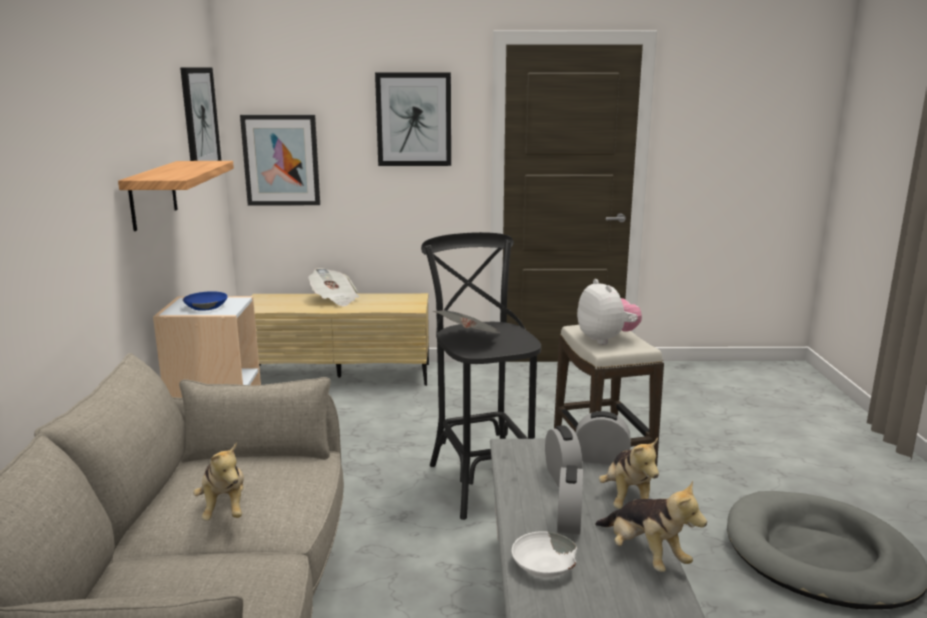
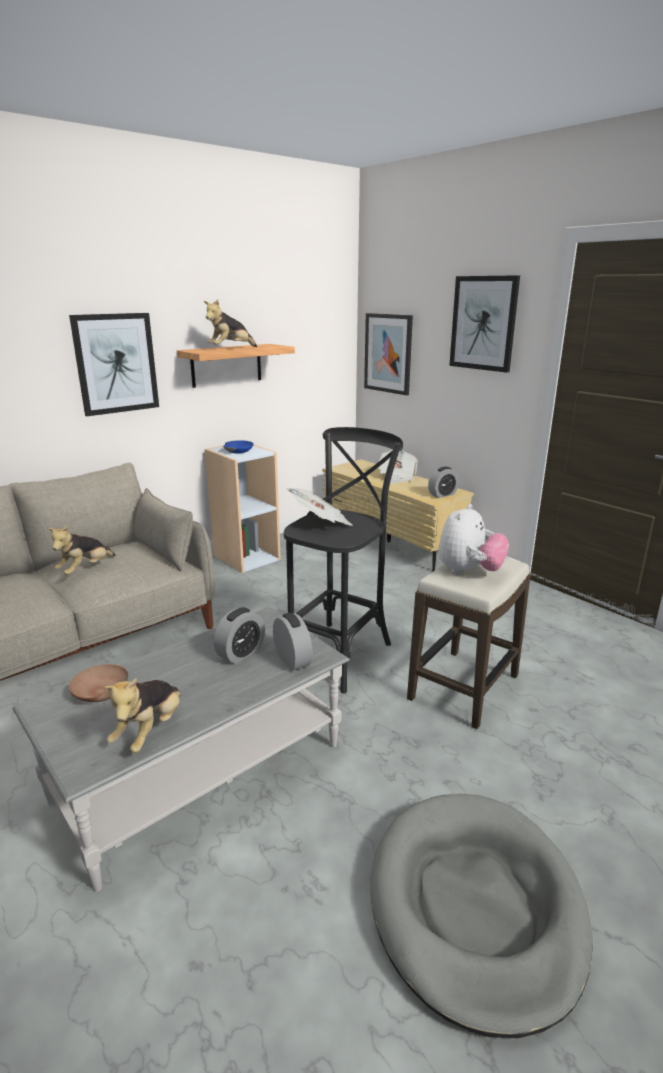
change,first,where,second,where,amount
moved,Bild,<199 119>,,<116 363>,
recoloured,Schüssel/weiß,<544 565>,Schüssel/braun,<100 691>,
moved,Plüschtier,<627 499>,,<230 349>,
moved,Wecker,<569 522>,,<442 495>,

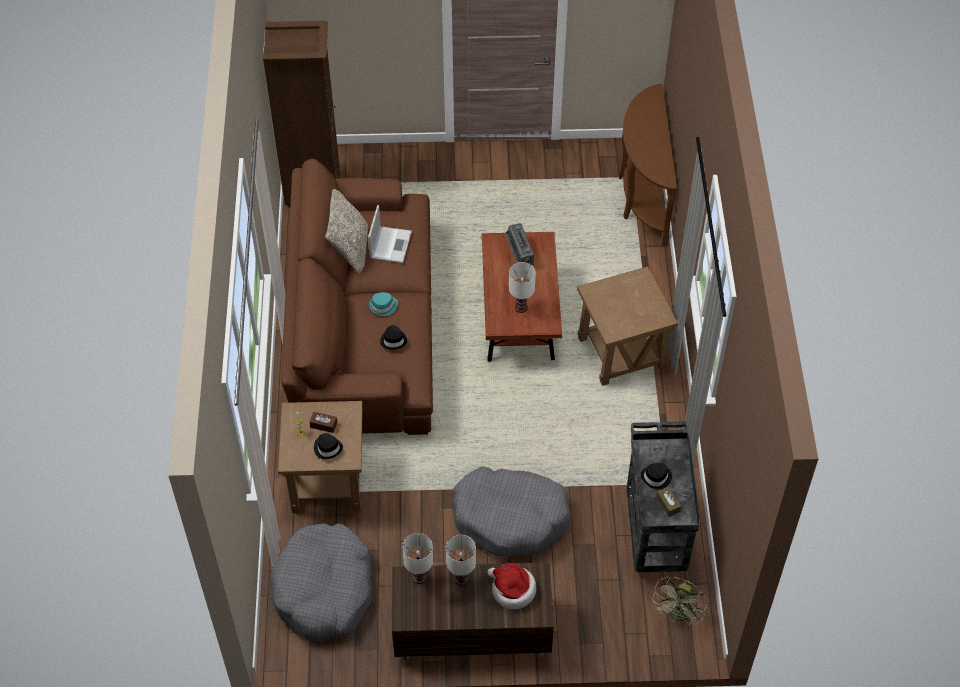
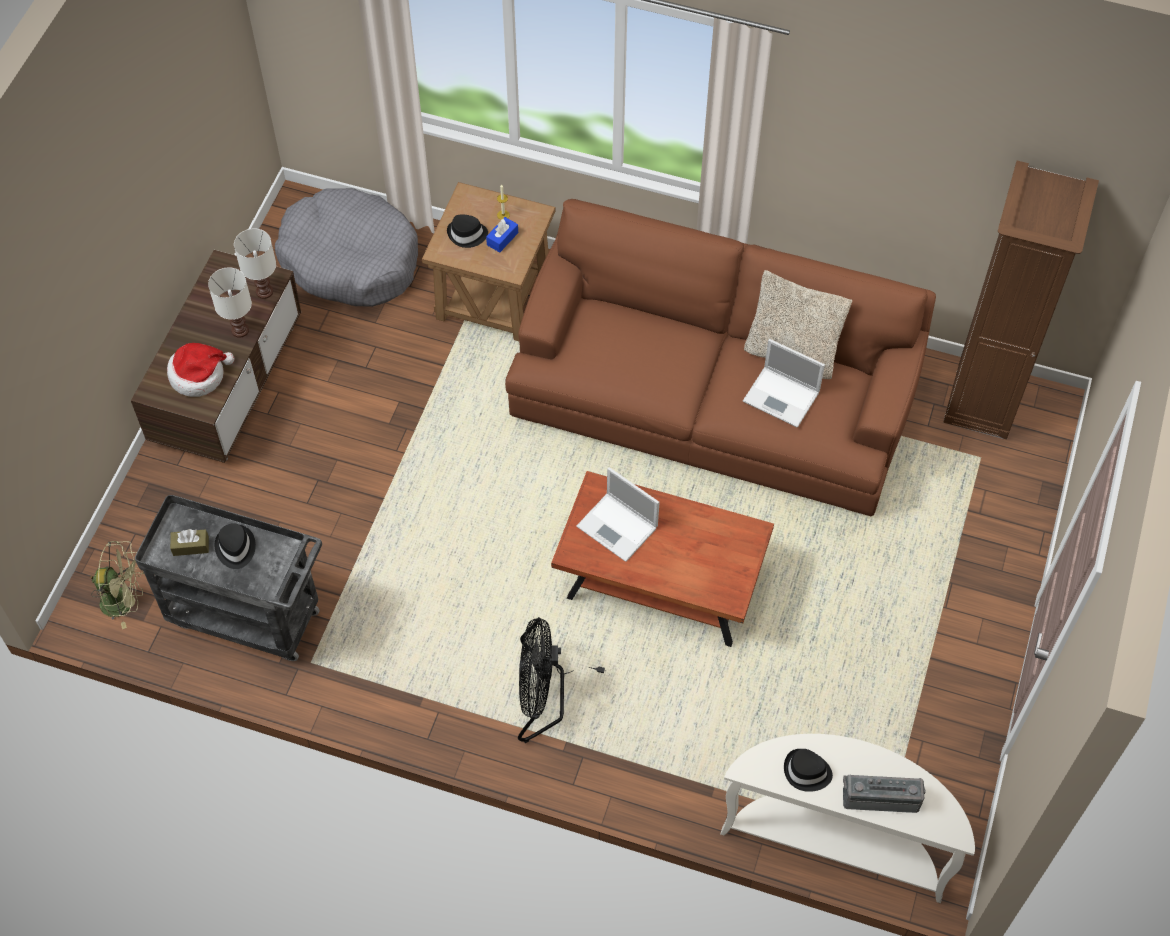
change,first,where,second,where,amount
turned,Ventilator/grün,<679 615>,,<125 601>,135 degrees clockwise
recoloured,Taschentuchbox/braun,<323 425>,Taschentuchbox/blau,<502 239>,
replaced,Beistelltisch/braun,<621 351>,Ventilator/schwarz,<547 691>,
replaced,Tischlampe/weiß,<520 307>,Laptop,<618 527>,
recoloured,Konsolentisch/braun,<642 196>,Konsolentisch/weiß,<837 840>,
moved,Hut/schwarz,<393 340>,,<807 772>,
moved,Radio,<518 254>,,<880 796>,
removed,Hut/türkis,<383 306>,,,
removed,Hundebett/grau,<510 518>,,,

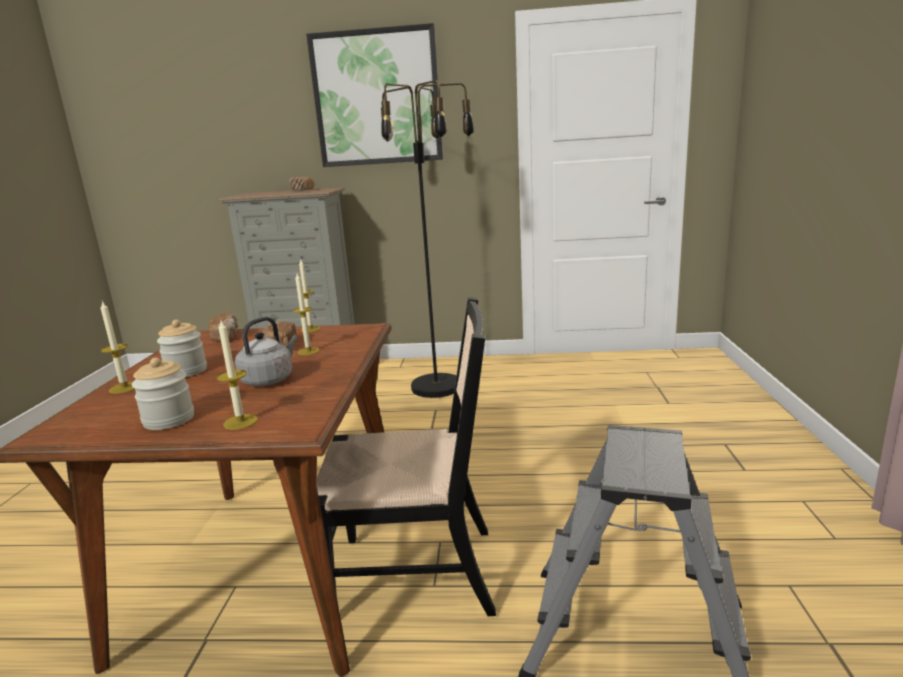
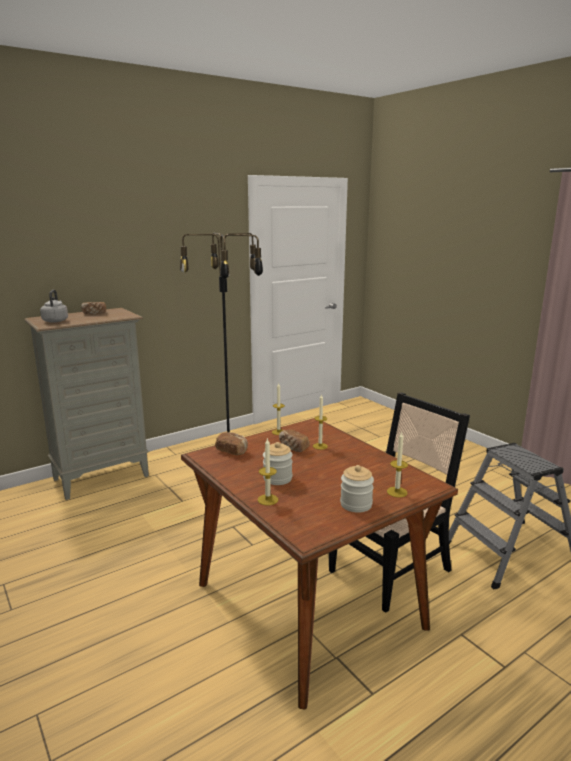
change,first,where,second,where,amount
moved,Wasserkessel/grau,<269 379>,,<56 320>,
removed,Bild,<377 98>,,,

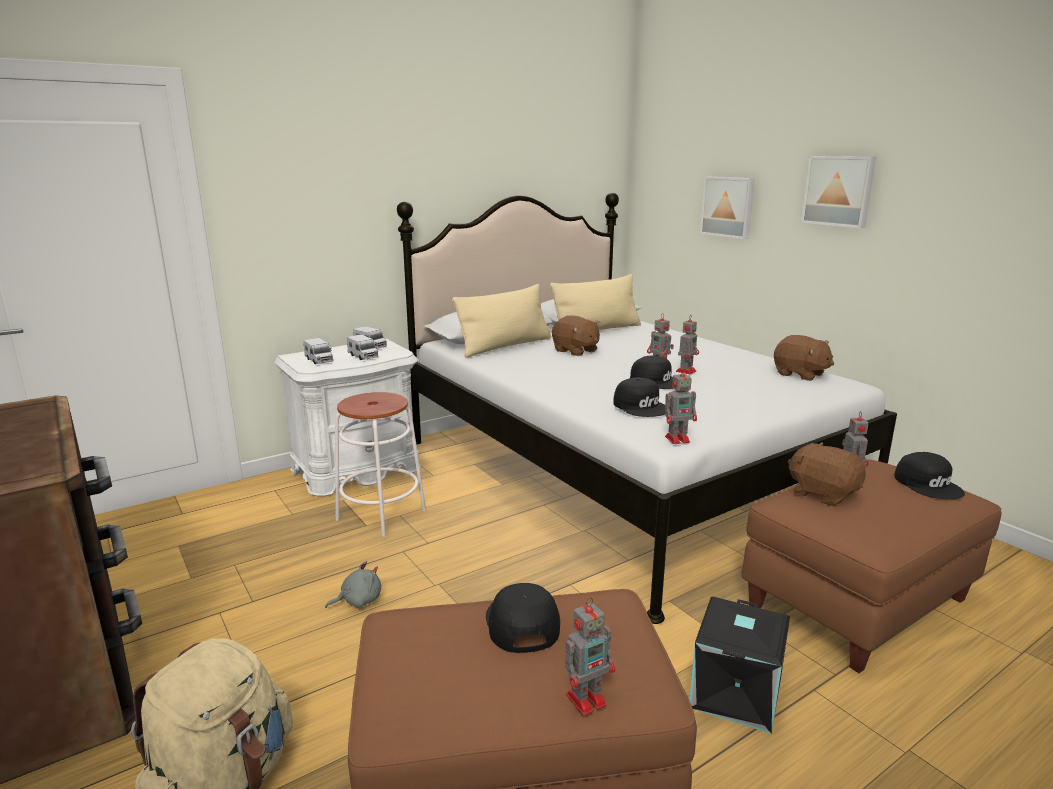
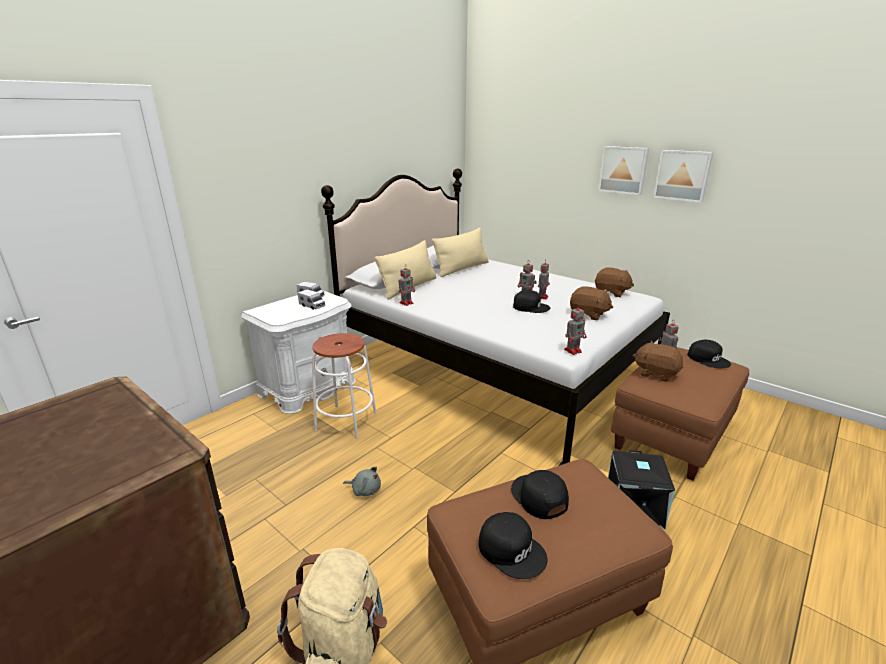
change,first,where,second,where,amount
turned,Plüschtier/grau,<358 600>,,<365 490>,60 degrees clockwise
moved,Spielzeugroboter,<587 699>,,<407 303>,
moved,Kappe/schwarz,<641 406>,,<512 550>,
moved,Plüschtier/braun,<575 351>,,<588 315>,
moved,Bild,<728 207>,,<682 175>,
removed,Spielzeuglaster,<319 360>,,,

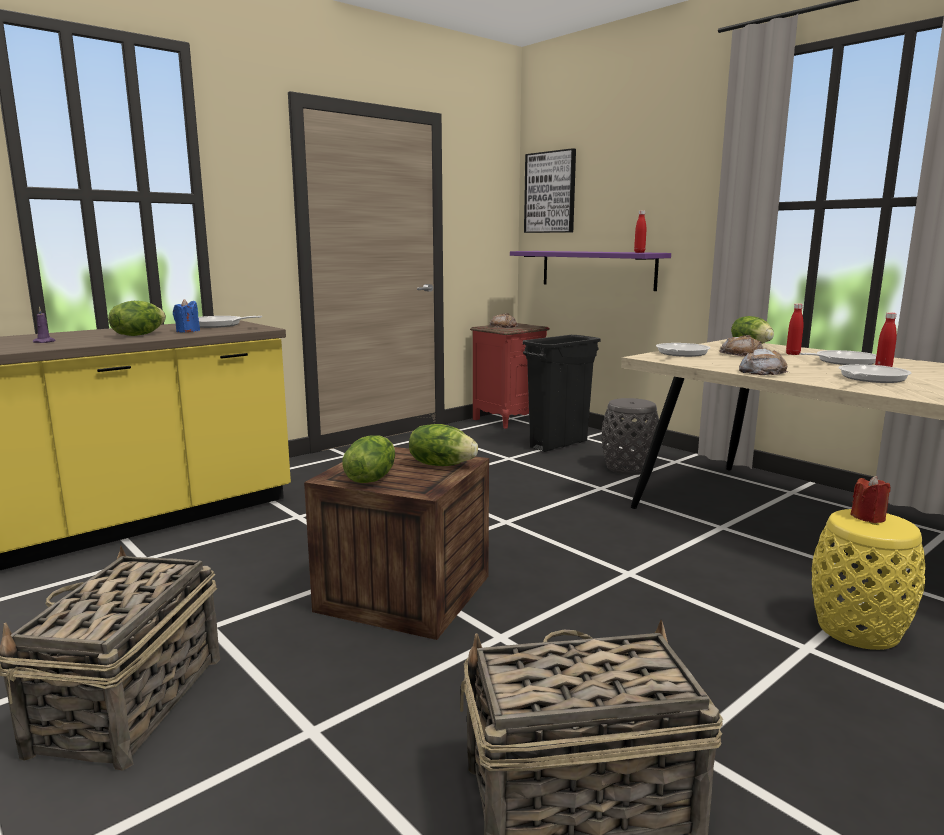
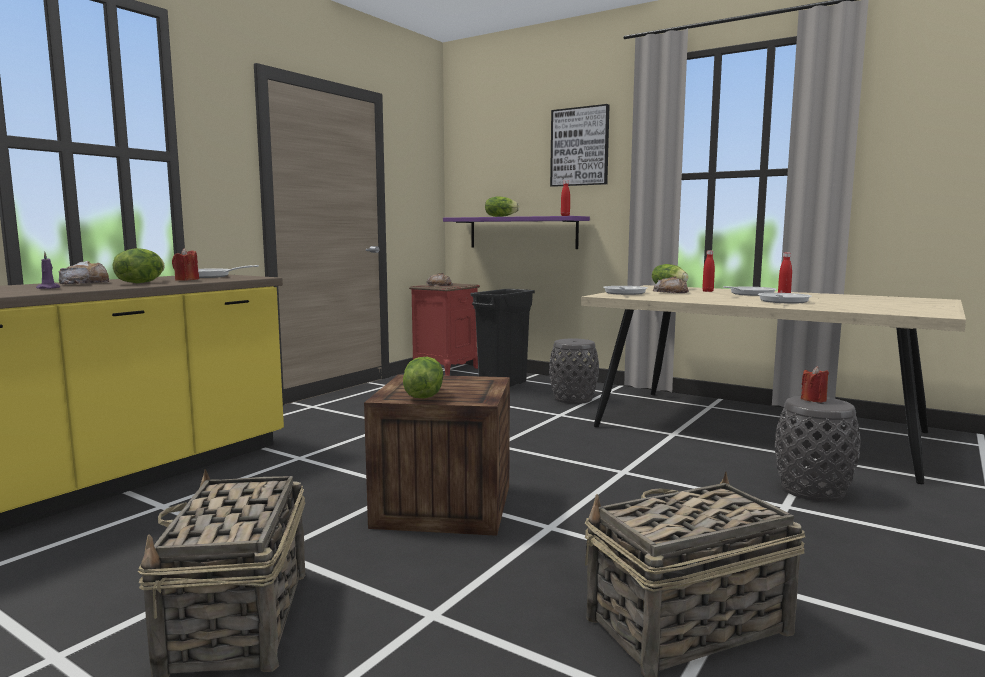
change,first,where,second,where,amount
moved,Brot,<762 371>,,<85 283>,
recoloured,Kerze/blau,<187 331>,Kerze/rot,<186 280>,
moved,Salatkopf,<441 464>,,<500 216>,
moved,Bild,<550 192>,,<580 147>,
recoloured,Hocker/gelb,<857 630>,Hocker/grau,<812 490>,

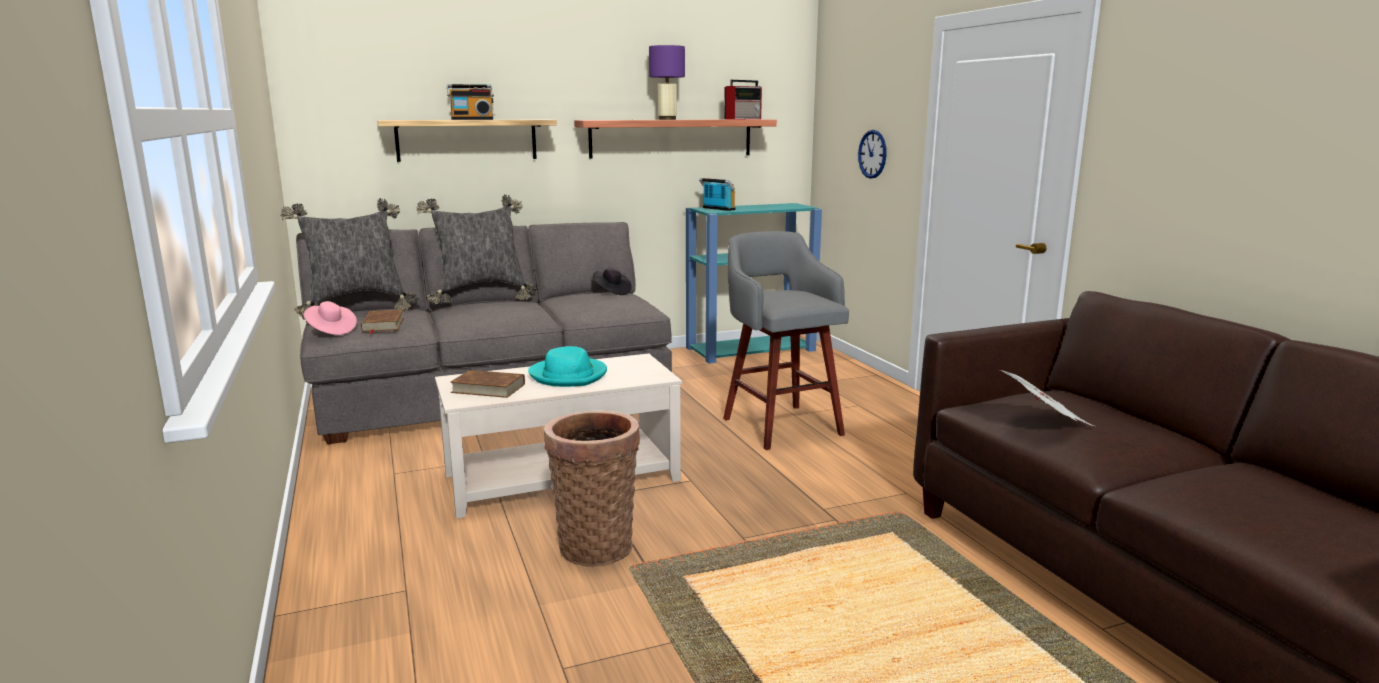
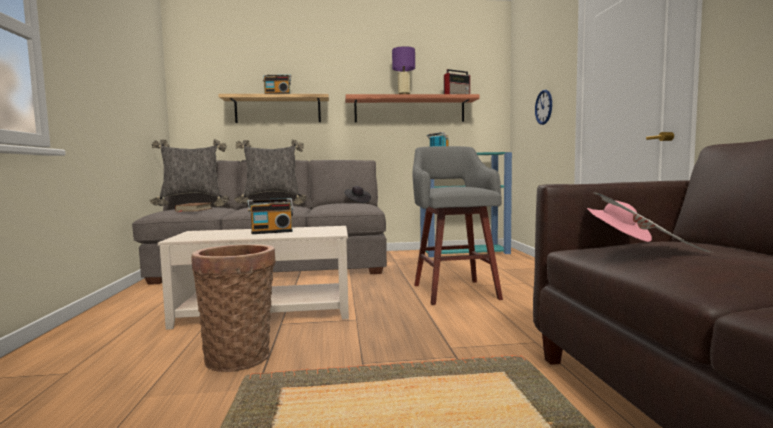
change,first,where,second,where,amount
replaced,Hut/türkis,<569 375>,Radio,<271 232>,
moved,Hut/rosa,<331 330>,,<618 238>,
removed,Buch/braun,<488 388>,,,

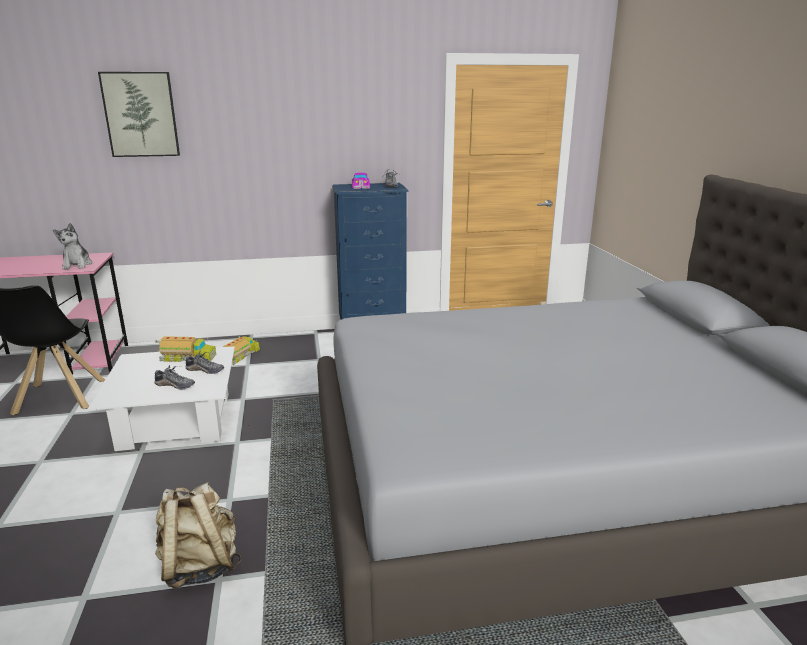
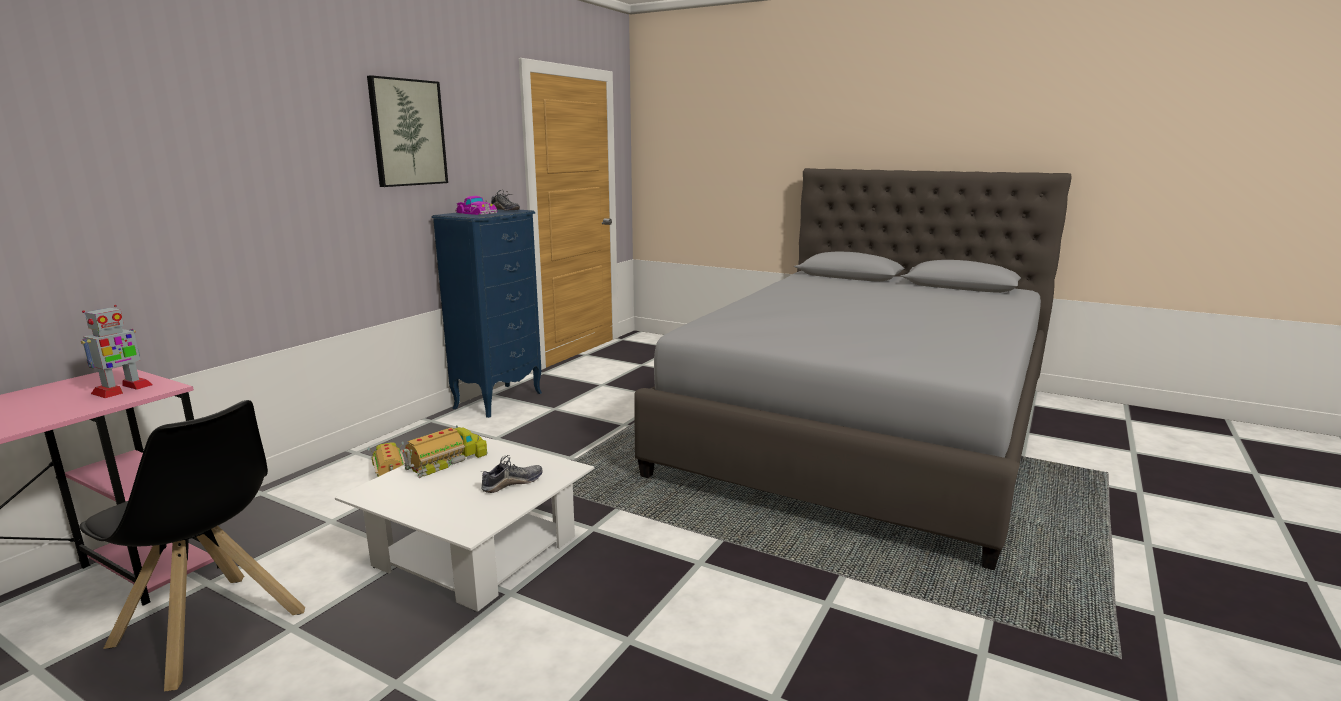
change,first,where,second,where,amount
replaced,Plüschtier,<77 265>,Spielzeugroboter,<122 390>,
moved,Bild,<141 114>,,<407 133>,
removed,Rucksack/beige,<200 566>,,,
removed,Schuh,<205 370>,,,

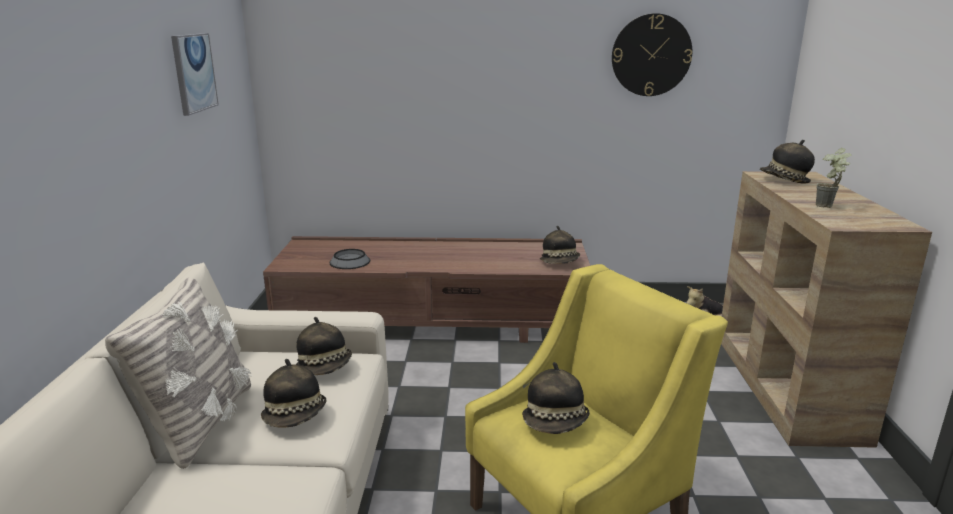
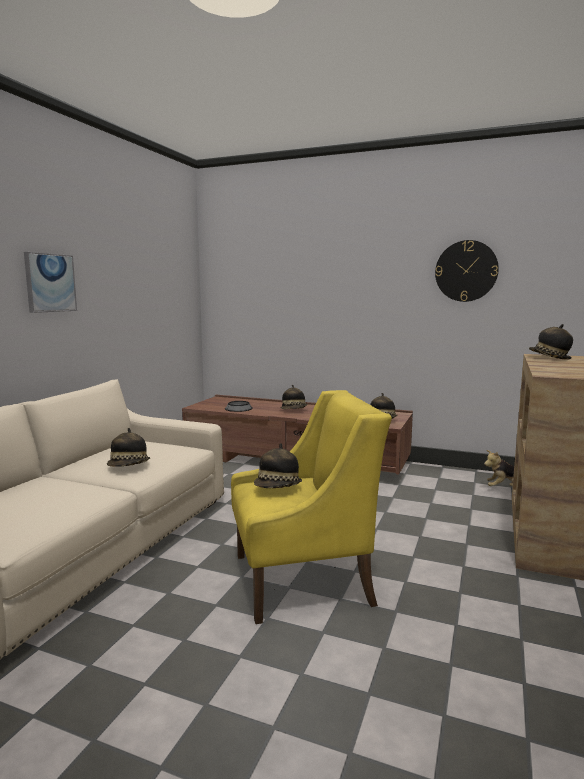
change,first,where,second,where,amount
moved,Bild,<193 73>,,<50 283>,
moved,Hut,<325 368>,,<294 410>,
removed,Kissen/beige,<201 424>,,,
removed,Topfpflanze,<828 207>,,,

